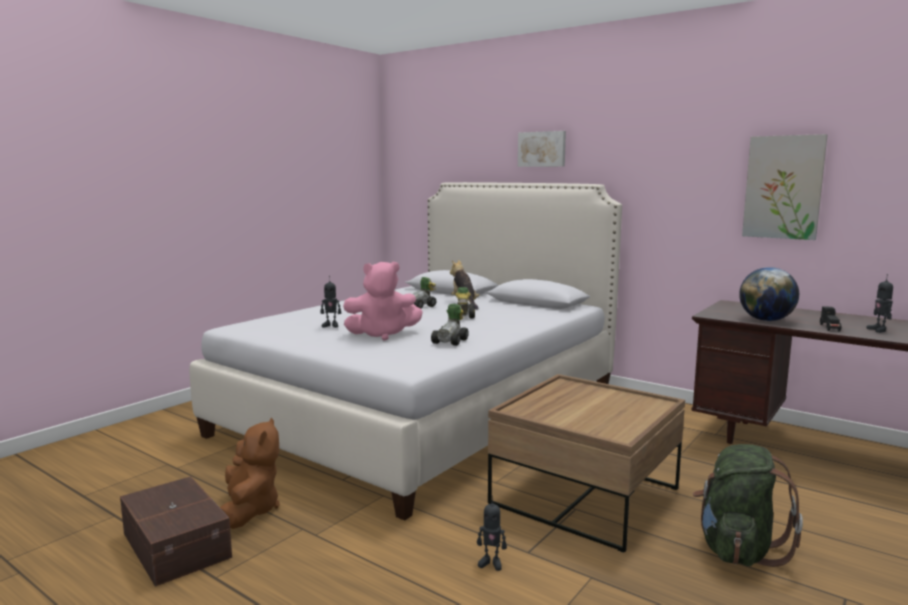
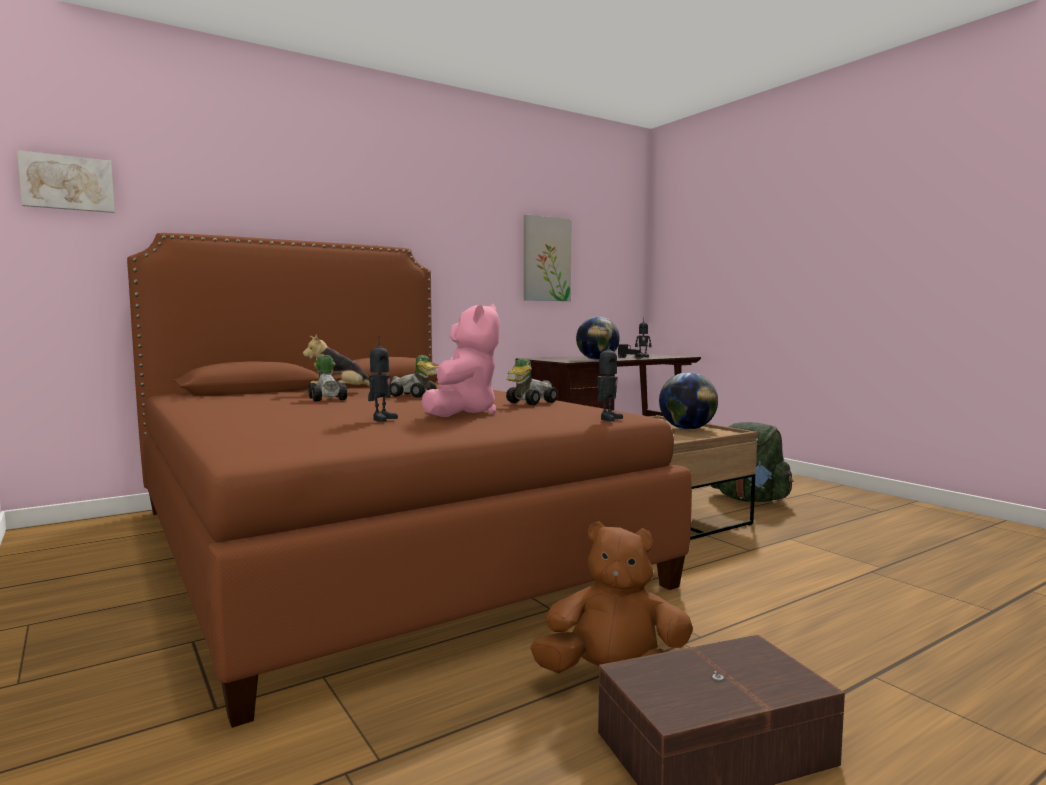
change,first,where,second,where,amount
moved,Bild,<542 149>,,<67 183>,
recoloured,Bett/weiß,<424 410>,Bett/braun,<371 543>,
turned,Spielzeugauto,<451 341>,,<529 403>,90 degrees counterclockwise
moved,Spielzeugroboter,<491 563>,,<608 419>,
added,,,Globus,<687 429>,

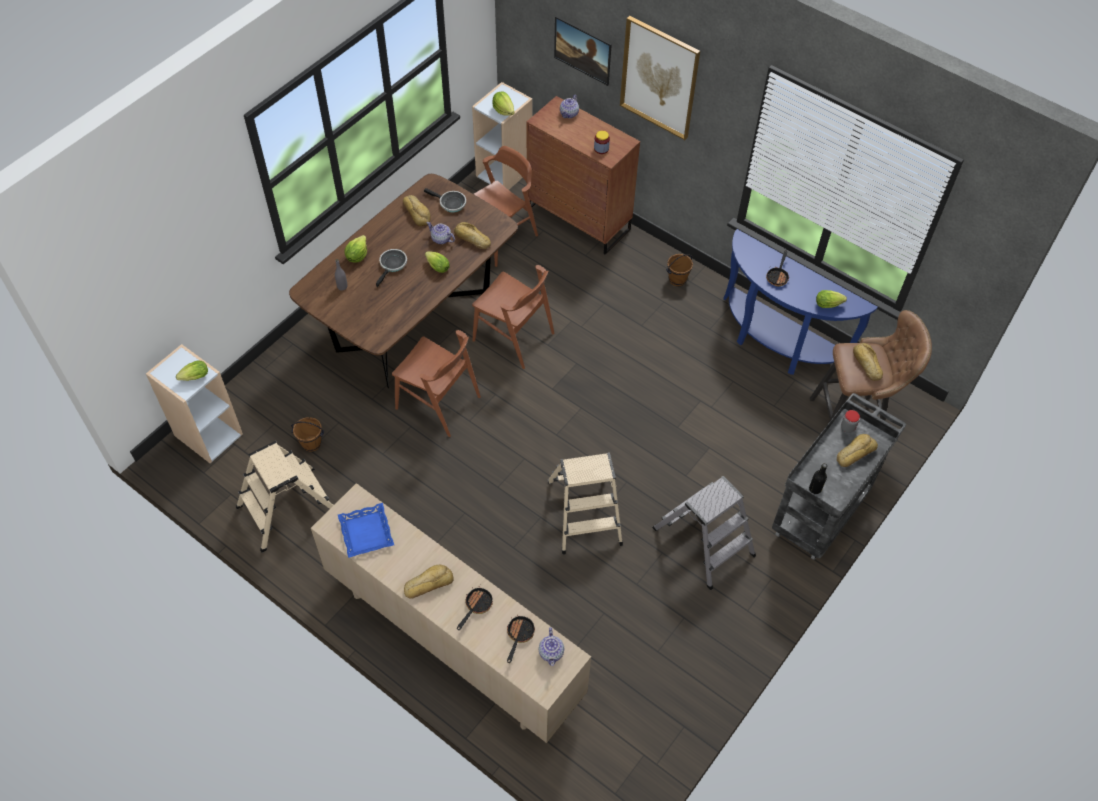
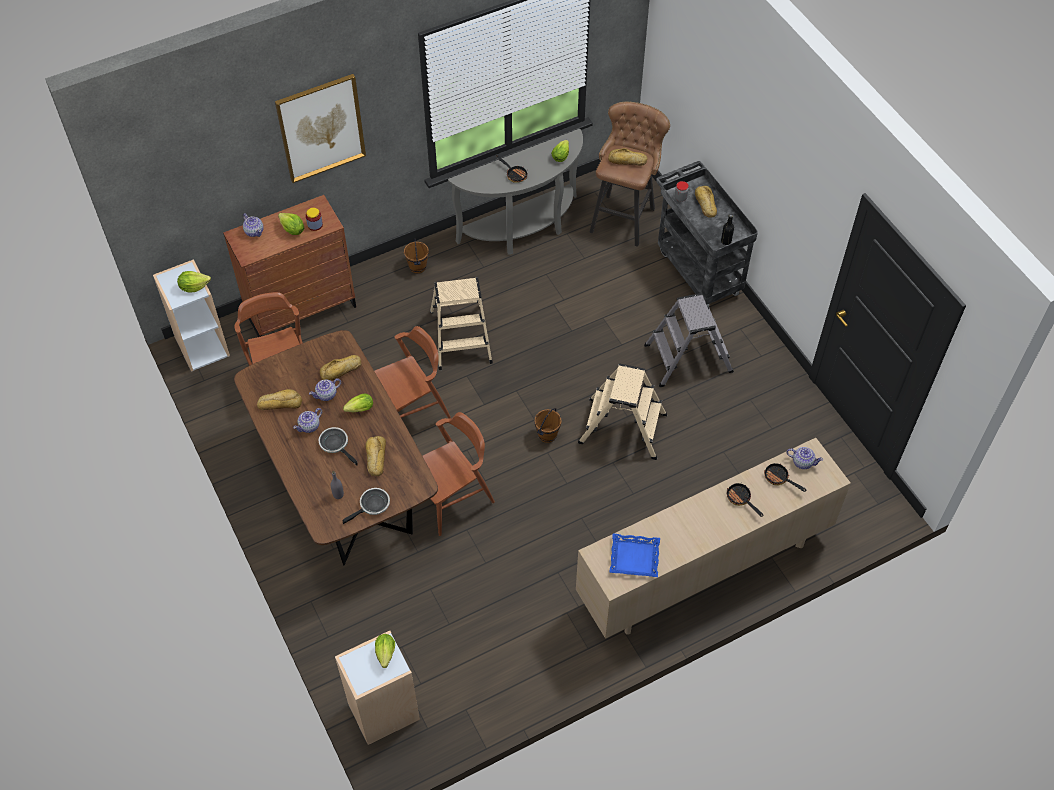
change,first,where,second,where,amount
moved,Salatkopf,<357 256>,,<292 230>,
added,,,Teekanne,<310 426>,
moved,Pfanne,<450 203>,,<372 506>,
moved,Brot,<428 583>,,<375 458>,
moved,Trittleiter/beige,<288 509>,,<460 336>,
recoloured,Konsolentisch/blau,<775 343>,Konsolentisch/grau,<524 230>,
moved,Eimer/braun,<311 444>,,<547 435>,
removed,Bild,<582 60>,,,

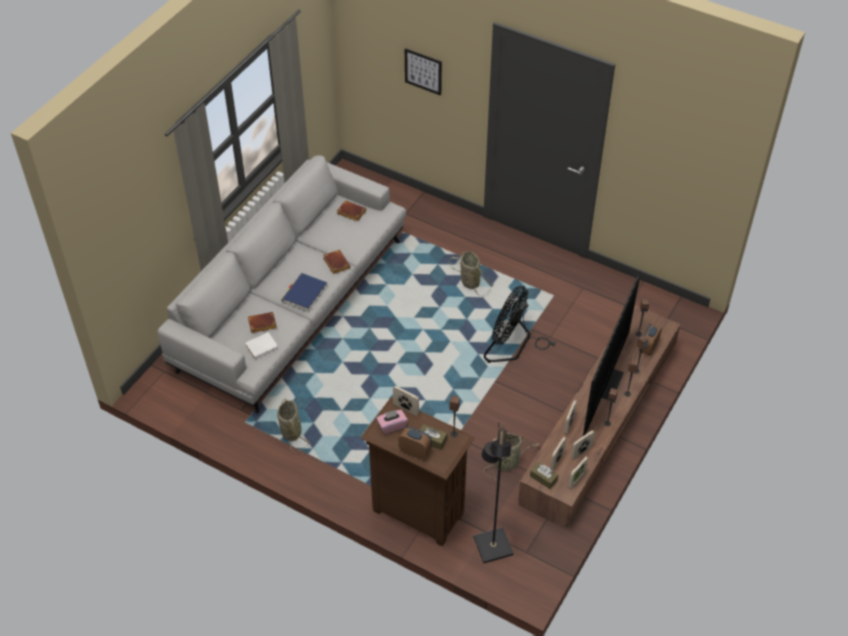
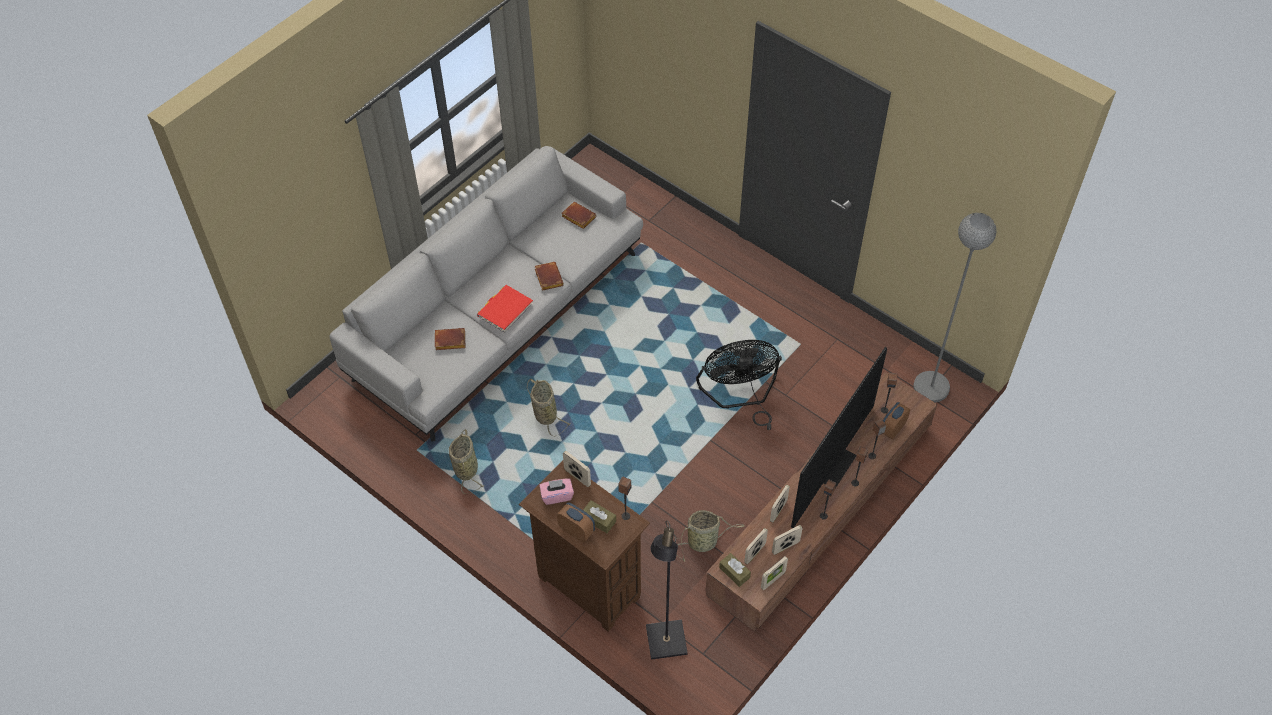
change,first,where,second,where,amount
recoloured,Buch/blau,<304 293>,Buch/rot,<505 310>,
moved,Korb,<469 281>,,<544 413>,
turned,Ventilator/schwarz,<515 342>,,<743 396>,45 degrees clockwise
added,,,Stehlampe/grau,<930 387>,
removed,Buch/weiß,<262 346>,,,
removed,Bild,<423 71>,,,

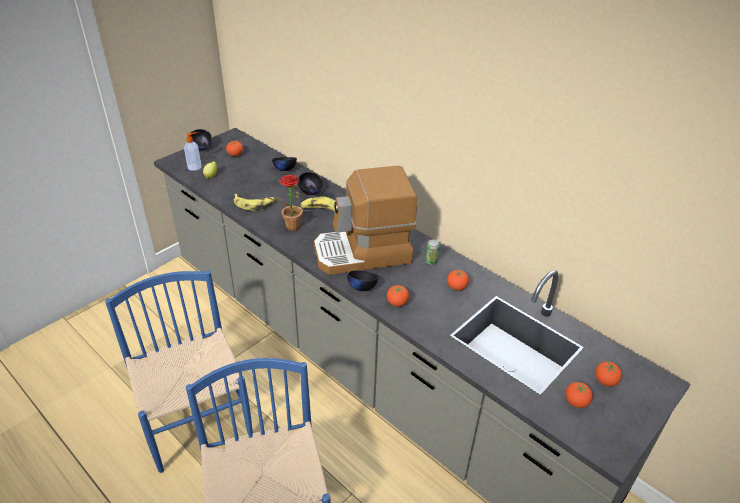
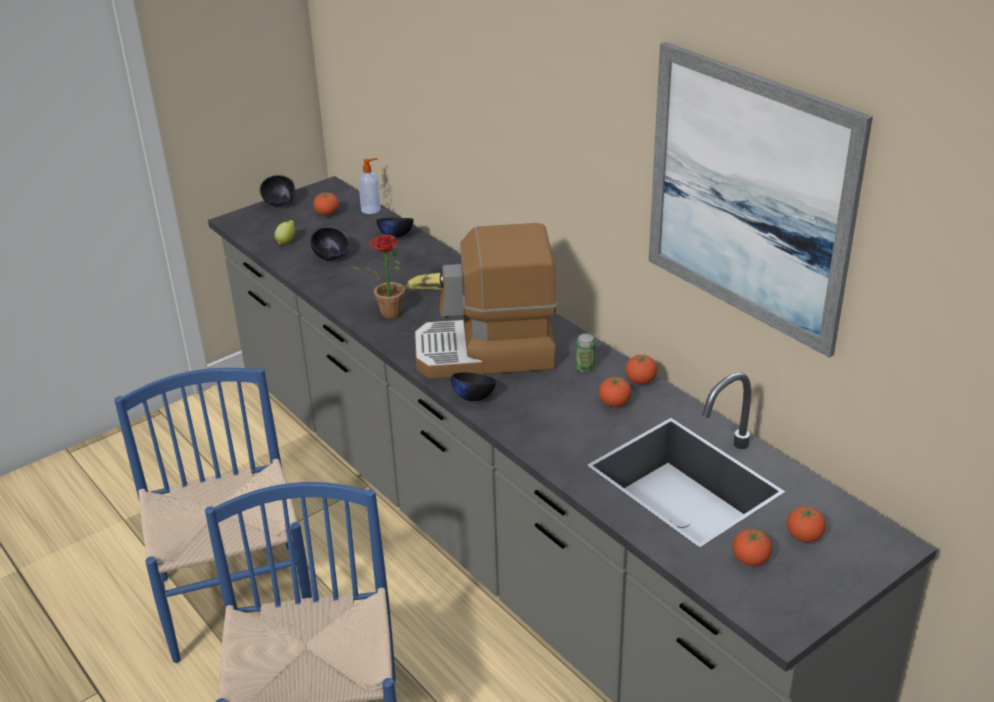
change,first,where,second,where,amount
moved,Schüssel/schwarz,<311 192>,,<331 257>,
moved,Seifenspender,<195 167>,,<371 209>,
moved,Tomate,<397 303>,,<640 381>,
added,,,Bild,<748 196>,
removed,Banane,<254 204>,,,

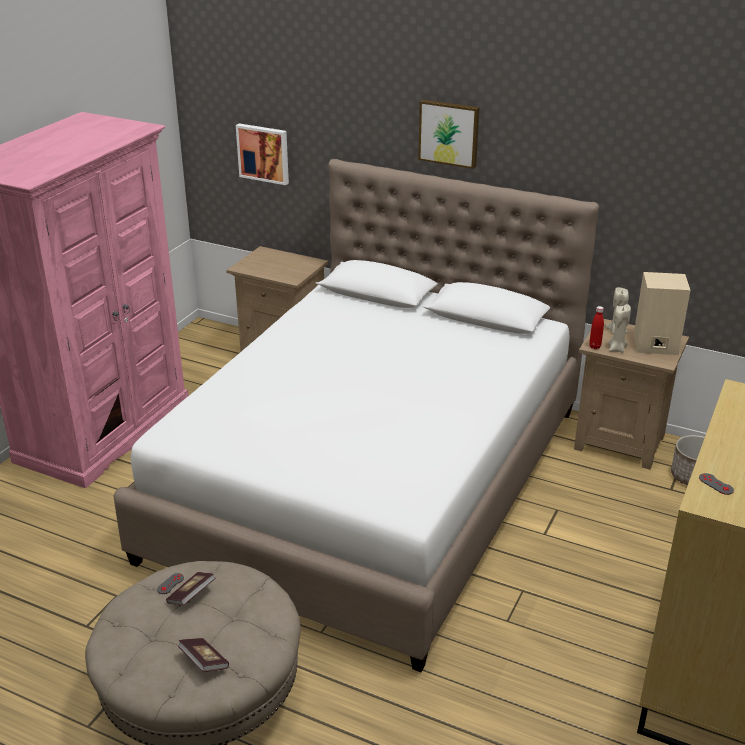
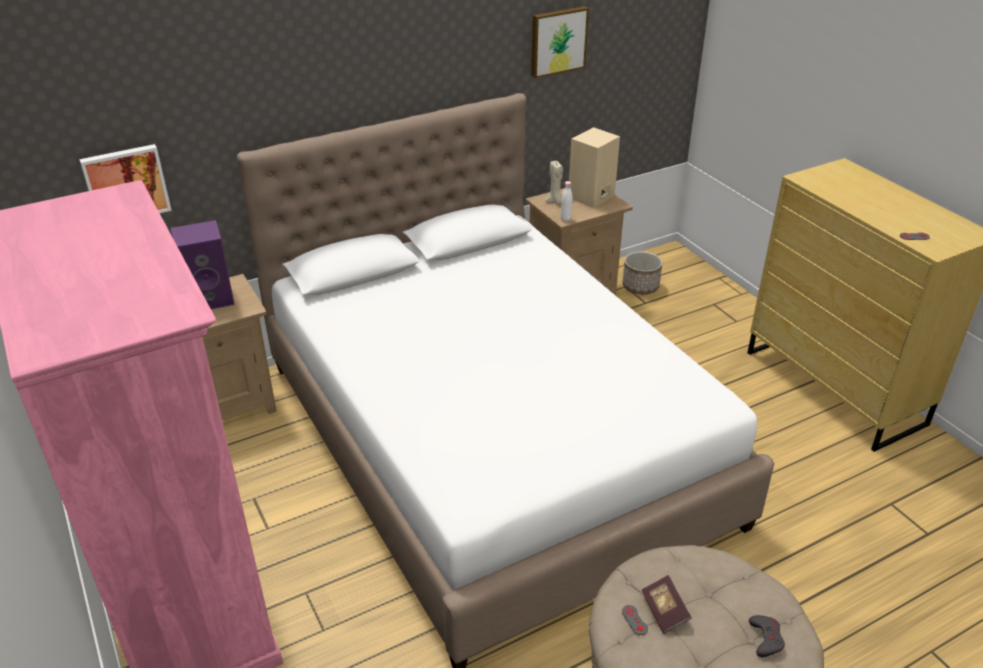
change,first,where,second,where,amount
added,,,Lautsprecher/lila,<211 298>,
moved,Bild,<449 133>,,<557 41>,
recoloured,Flasche/rot,<594 346>,Flasche/weiß,<565 219>,
replaced,Buch,<204 662>,Gamepad/grau,<766 638>,
removed,Kerze/beige,<616 349>,,,

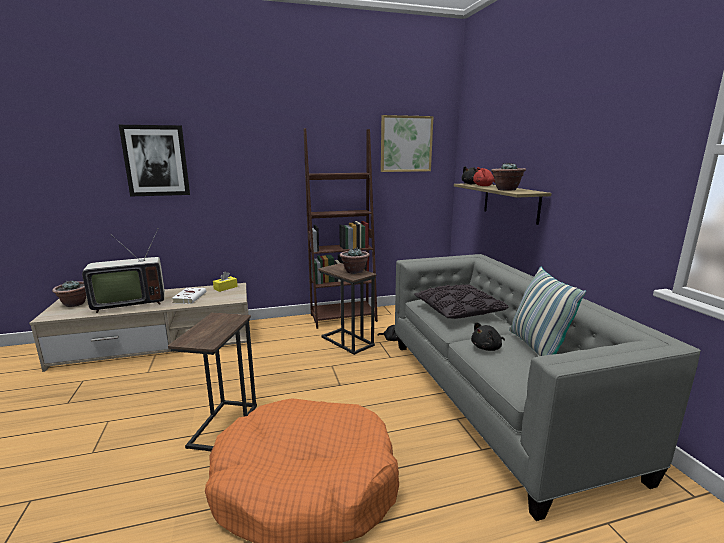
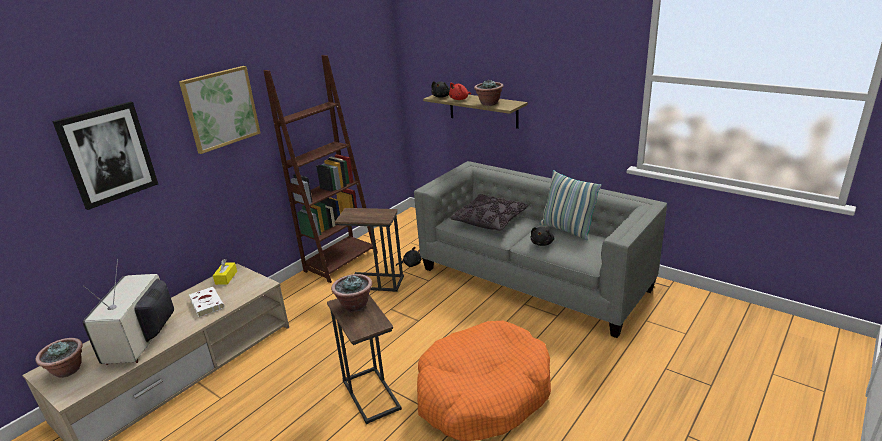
change,first,where,second,where,amount
turned,Fernseher,<129 303>,,<143 339>,150 degrees clockwise
moved,Bild,<406 144>,,<221 108>,
moved,Topfpflanze,<354 271>,,<354 305>,

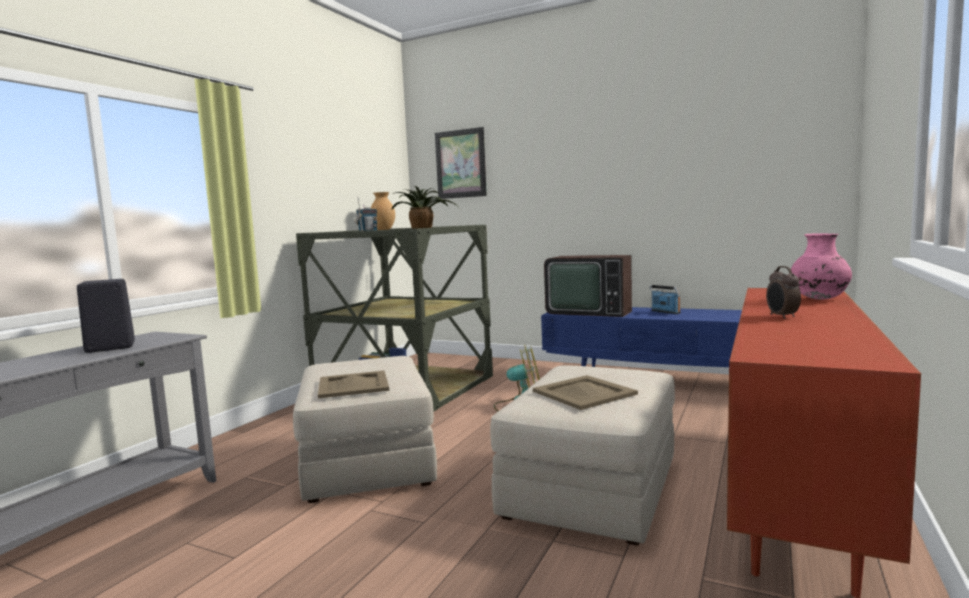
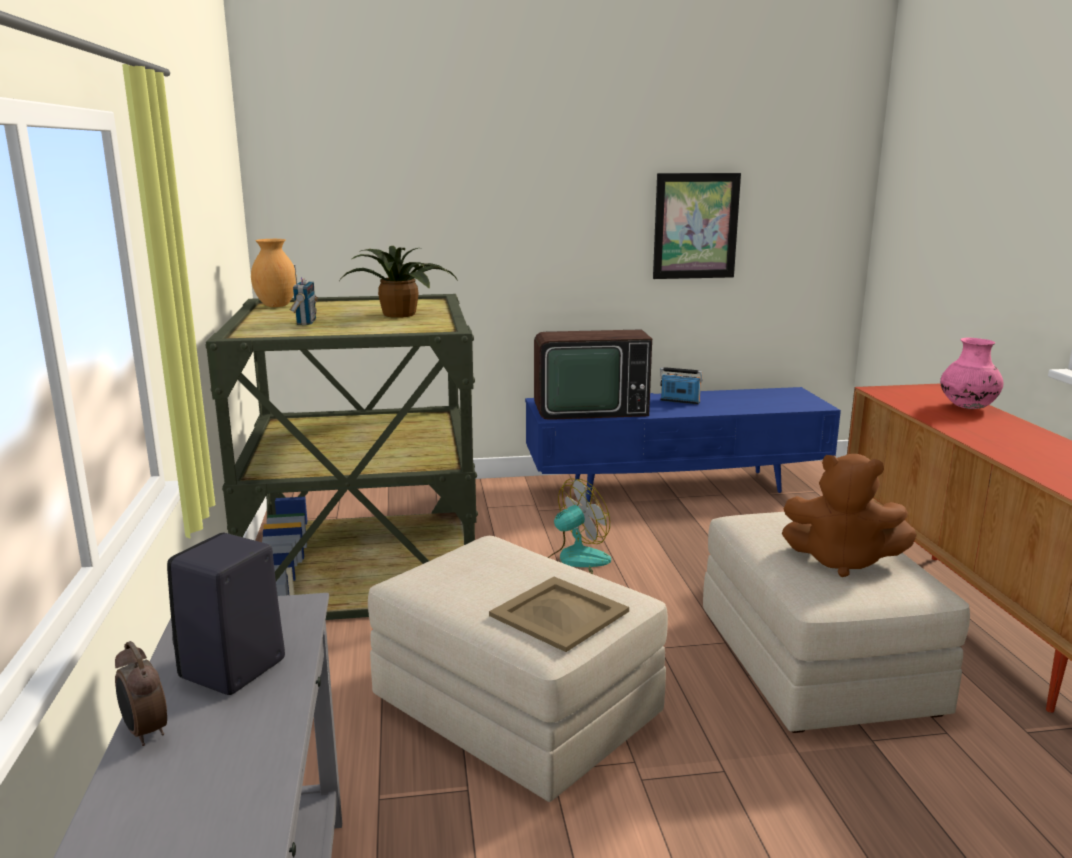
change,first,where,second,where,amount
moved,Wecker,<781 316>,,<145 732>,
moved,Bild,<460 164>,,<695 226>,
replaced,Tablett/beige,<583 392>,Plüschtier/braun,<841 561>,

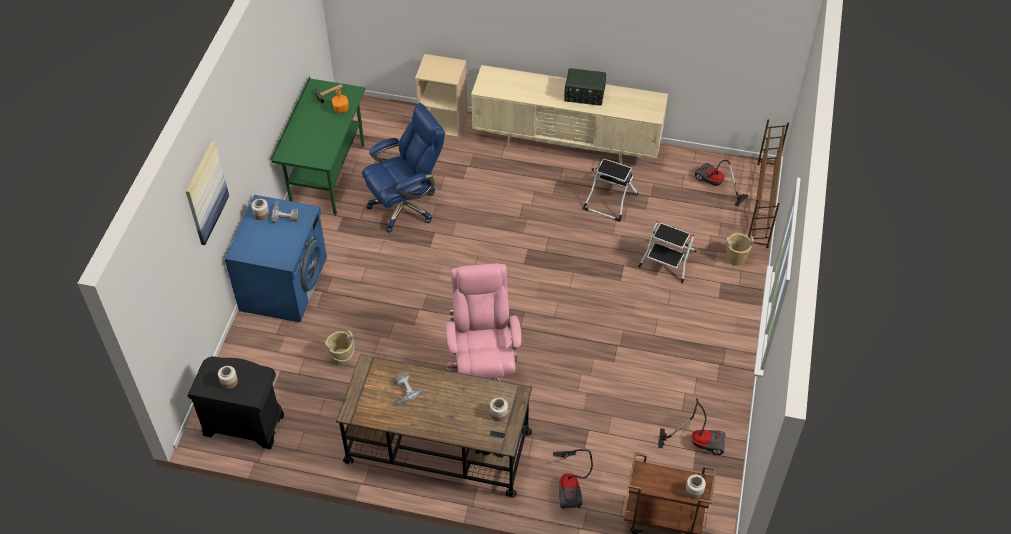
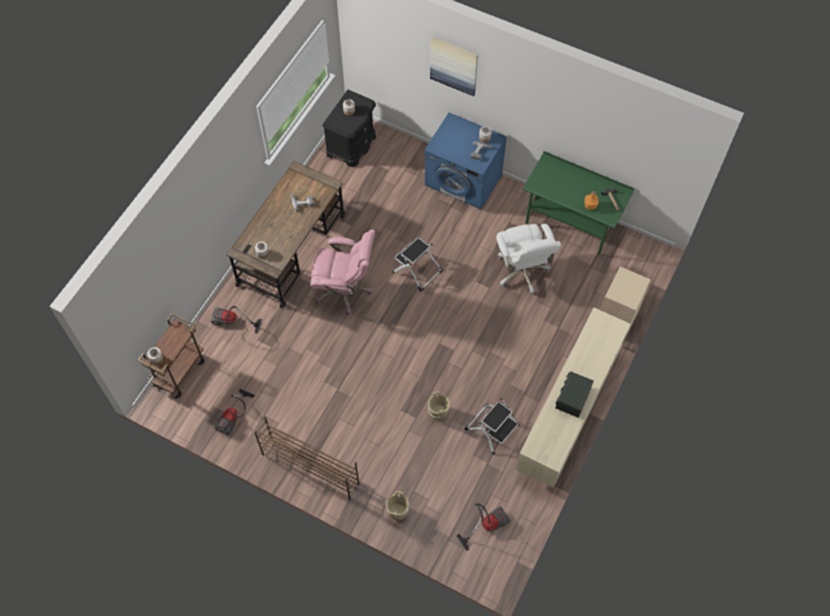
change,first,where,second,where,amount
moved,Schuhregal/braun,<762 205>,,<310 468>,
moved,Trittleiter,<668 260>,,<417 269>,
moved,Eimer/beige,<341 356>,,<438 412>,
recoloured,Bürostuhl/blau,<406 207>,Bürostuhl/weiß,<521 273>,

